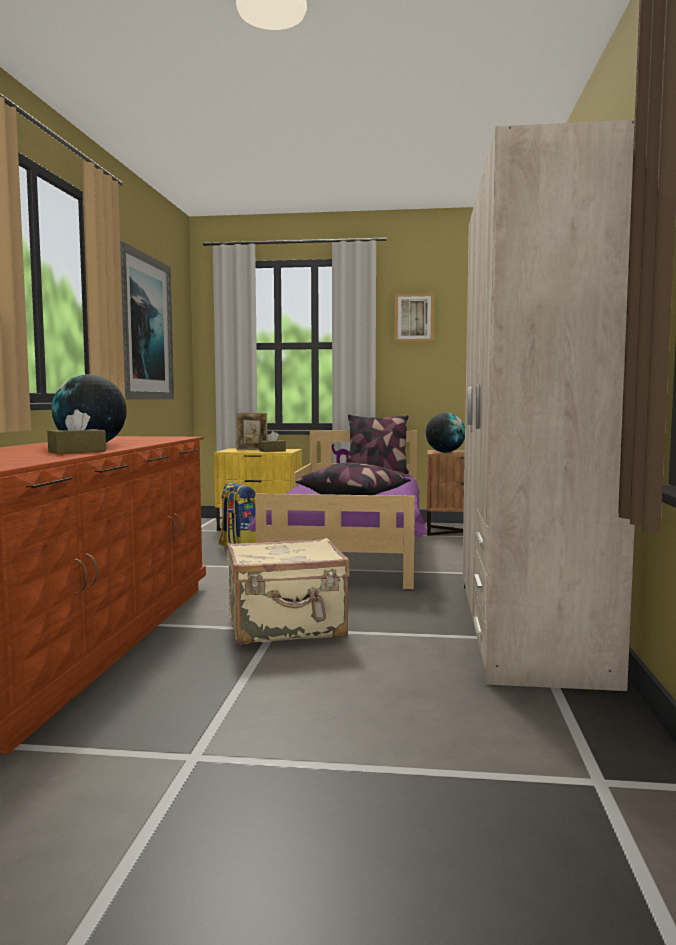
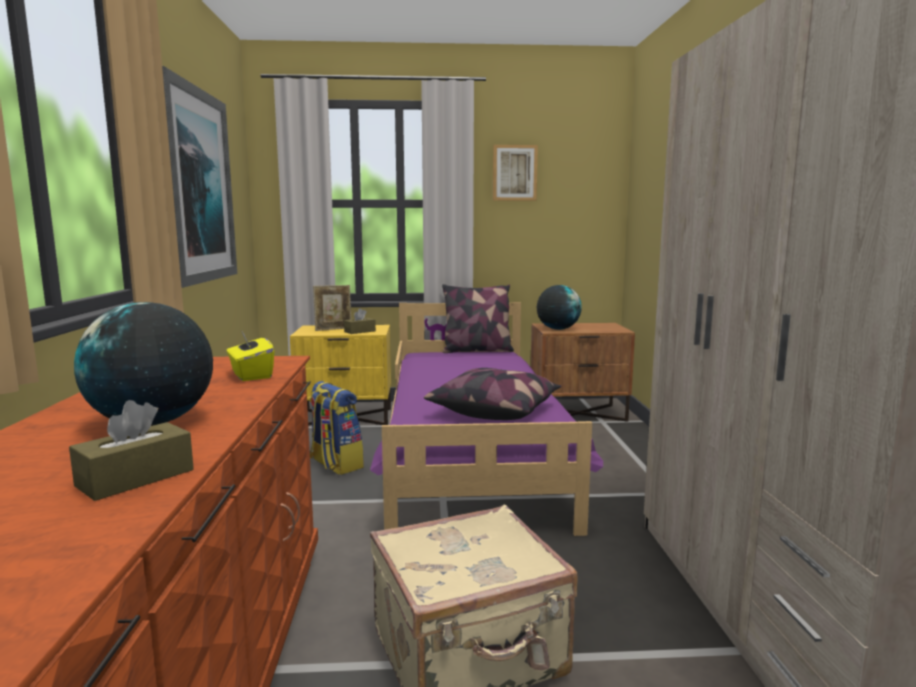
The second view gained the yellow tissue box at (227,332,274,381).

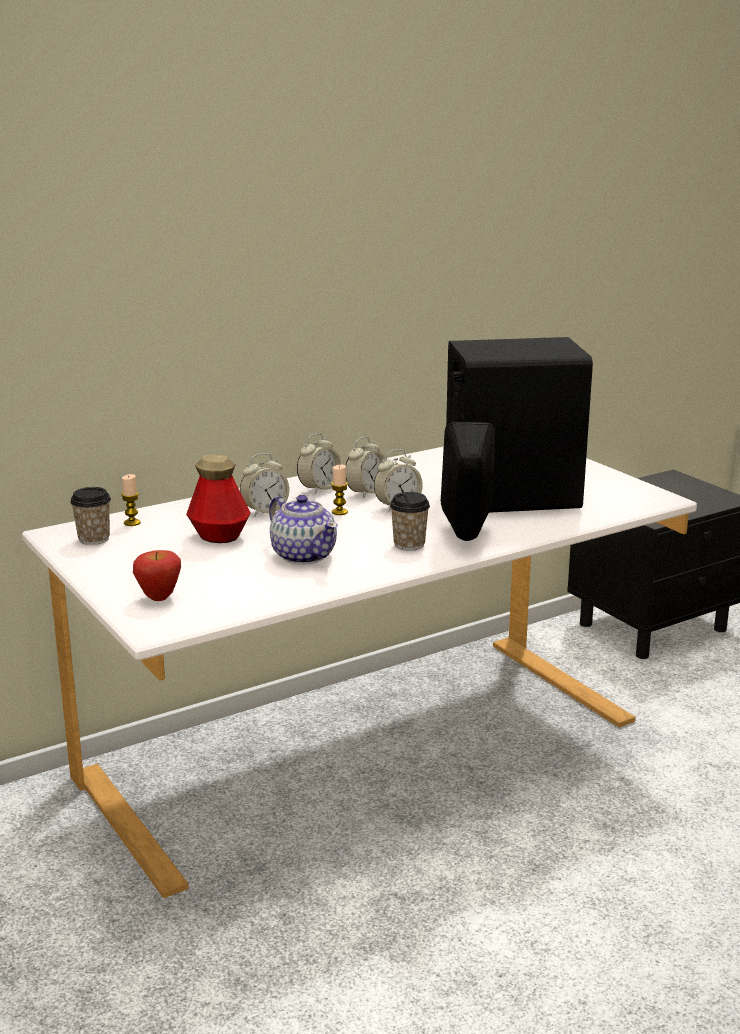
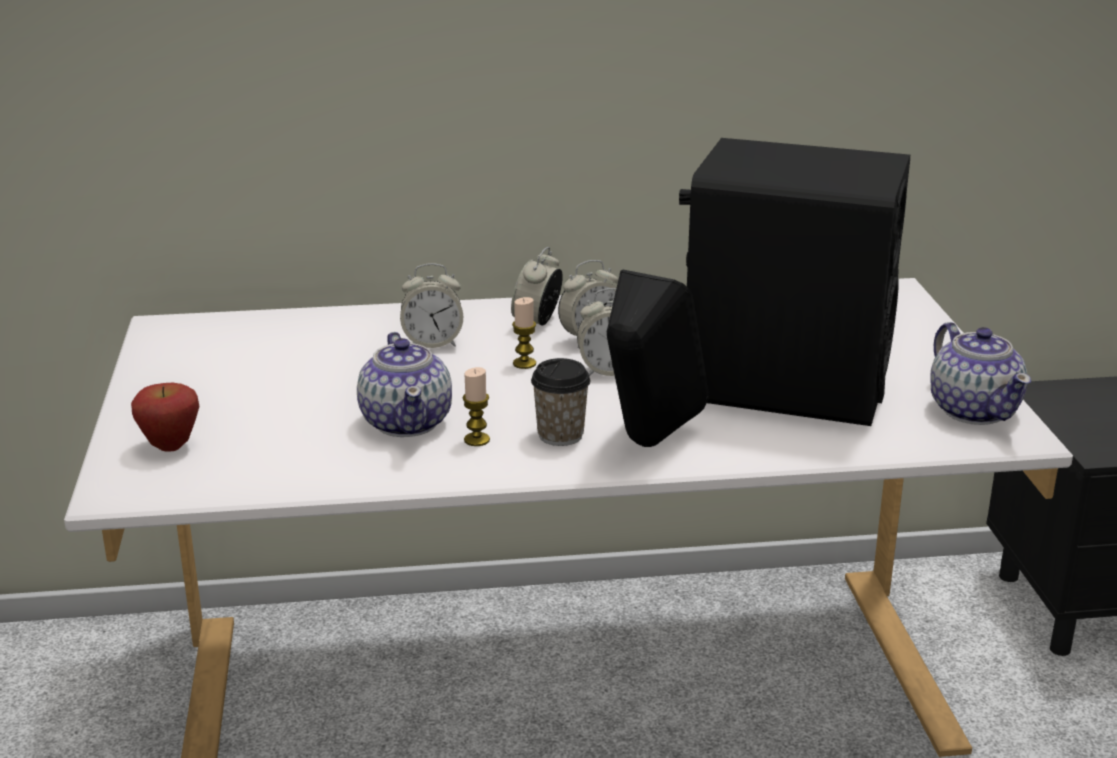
The second view lost the cup at (70,487,111,545).
The second view lost the bottle at (186,454,251,543).
The second view gained the teapot at (930,322,1031,425).
The candle ended up elsewhere, having gone from (121,474,141,526) to (462,367,490,446).
The alarm clock at (297,433,341,494) ended up facing another way, 135 degrees clockwise from before.

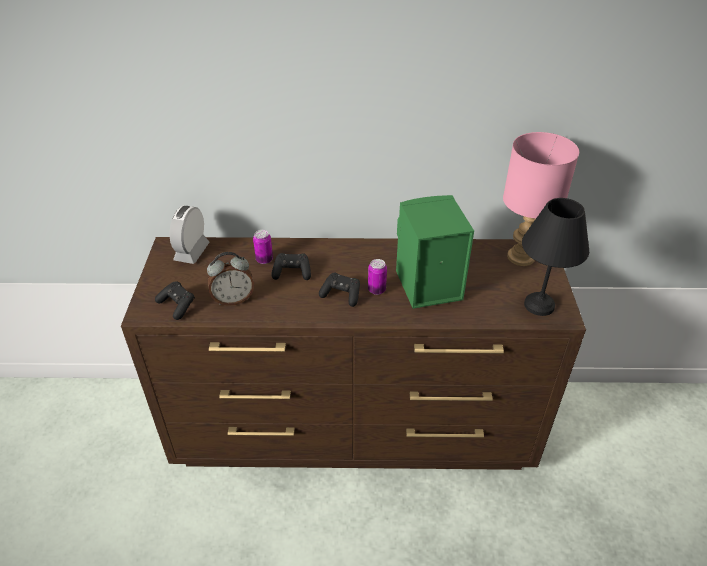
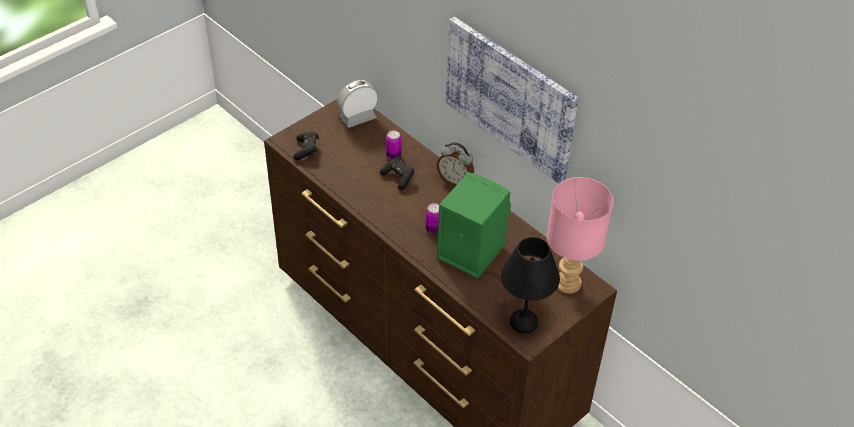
The second view lost the black game controller at (319,273,360,307).
The second view gained the picture at (446,17,578,183).
The alarm clock ended up elsewhere, having gone from (207,252,254,306) to (437,142,474,186).

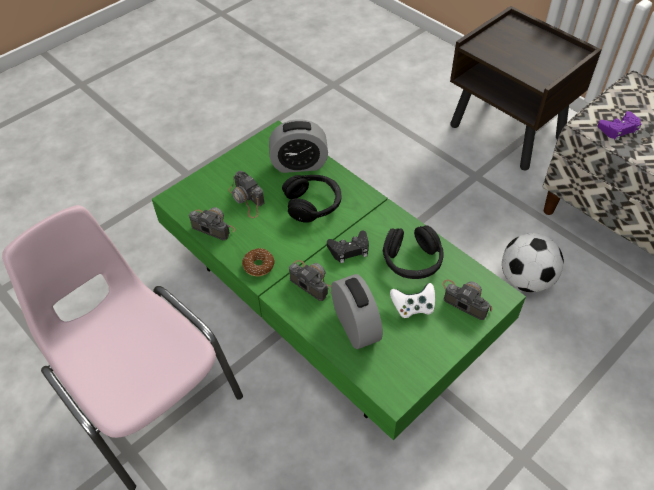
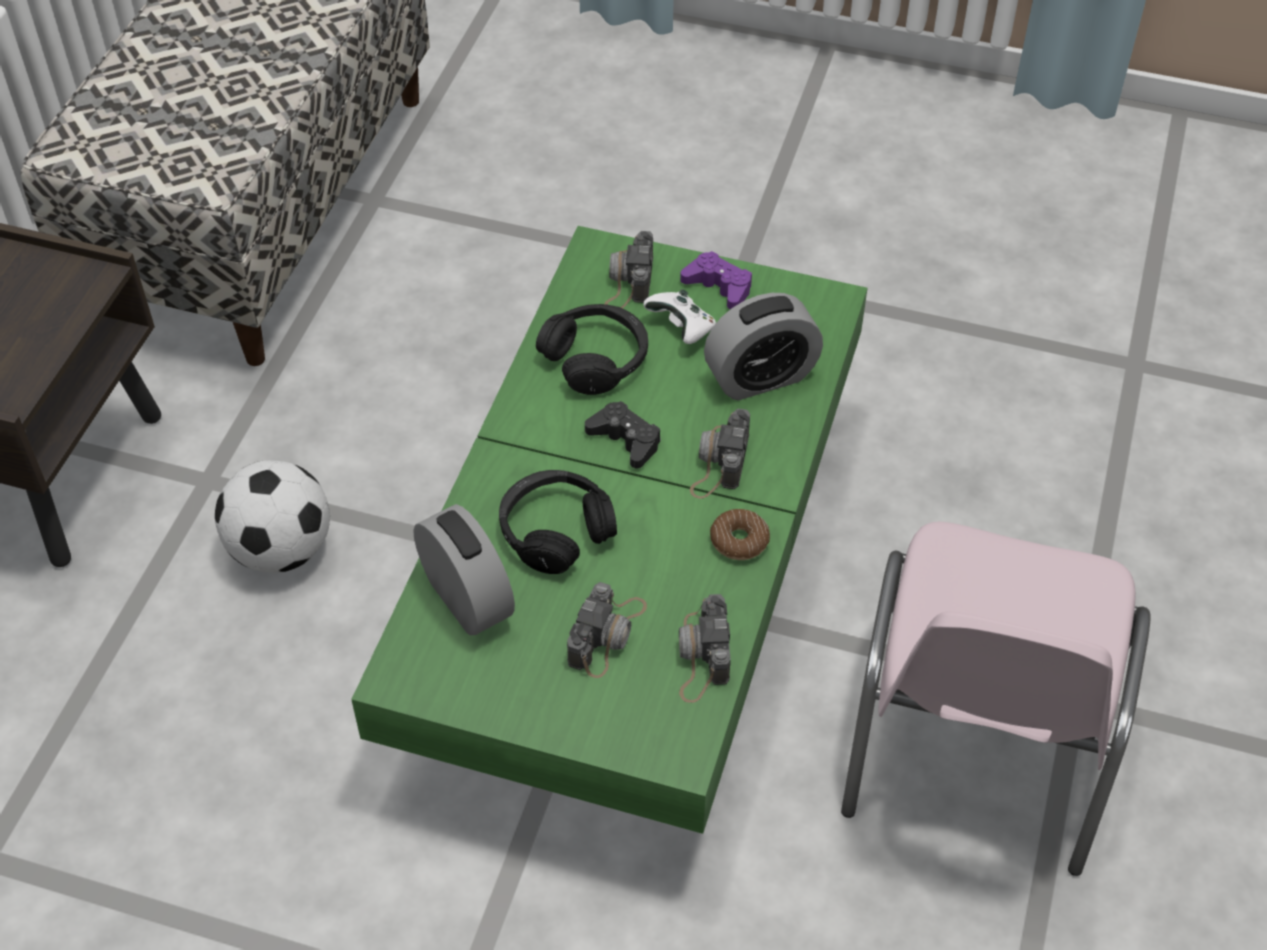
The football ended up elsewhere, having gone from (502,233,564,292) to (215,460,330,573).
The purple game controller ended up elsewhere, having gone from (598,111,641,141) to (680,251,752,309).
The alarm clock at (331,274,383,349) ended up facing another way, 150 degrees counterclockwise from before.

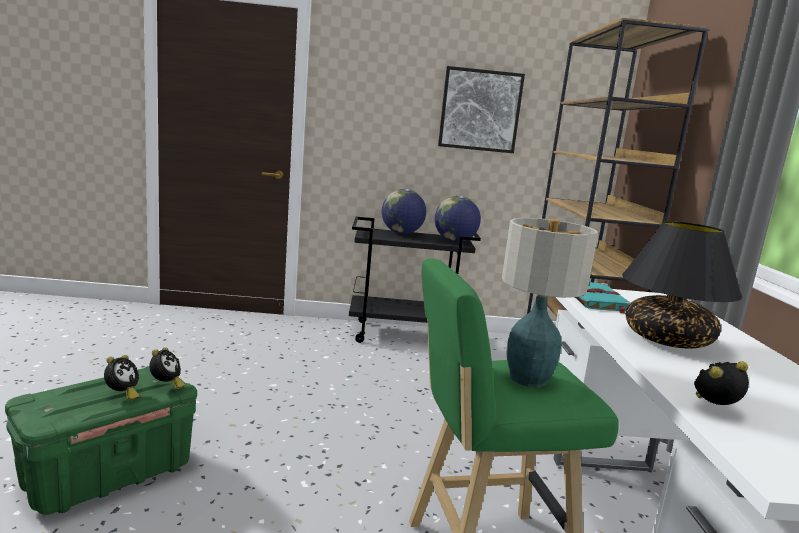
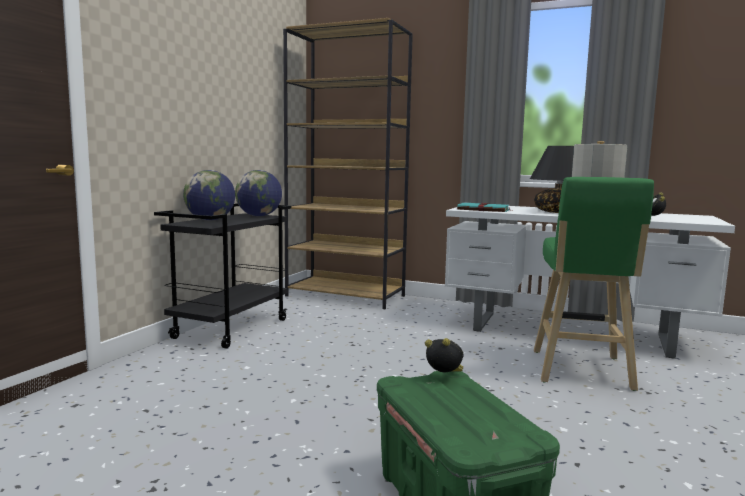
The second view lost the alarm clock at (104,355,140,401).
The second view lost the picture at (438,66,525,153).

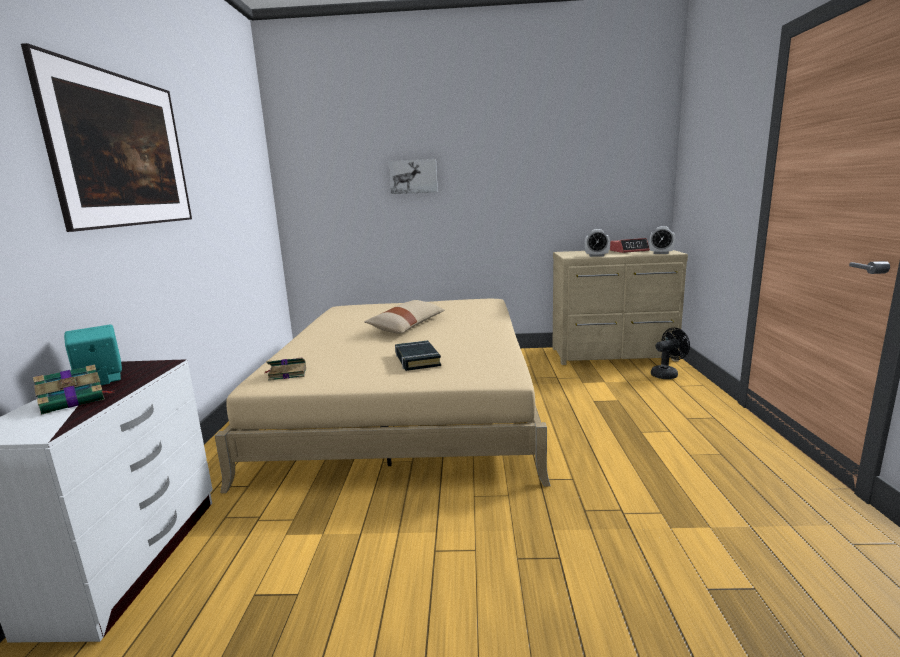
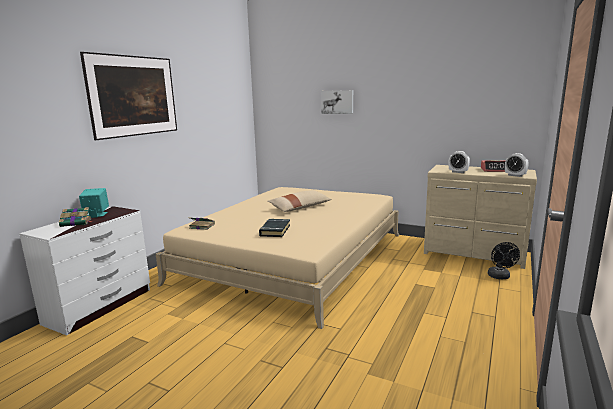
The black fan at (651,328,690,379) ended up facing another way, 90 degrees clockwise from before.

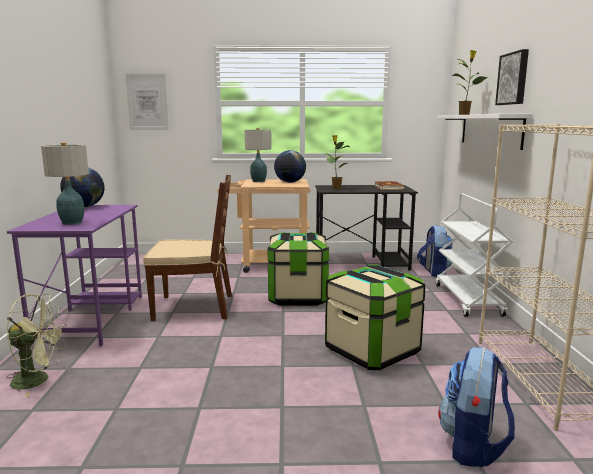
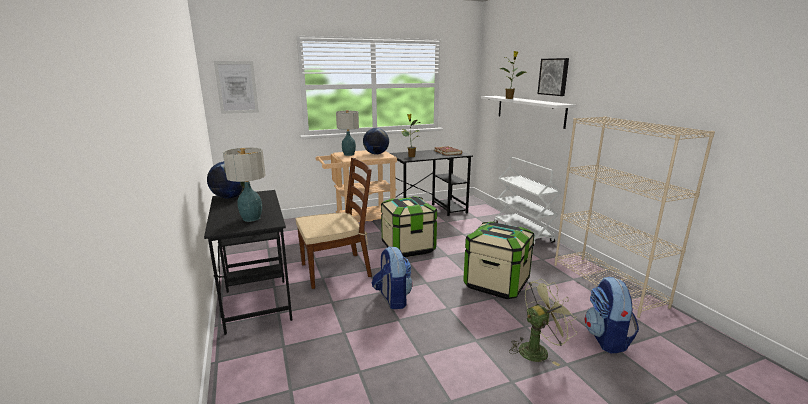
The green fan ended up elsewhere, having gone from (7,294,67,397) to (509,279,577,366).
The backpack ended up elsewhere, having gone from (417,225,452,277) to (372,246,413,309).
What was the purple desk at (7,205,142,347) turned into the black desk at (204,190,292,335).

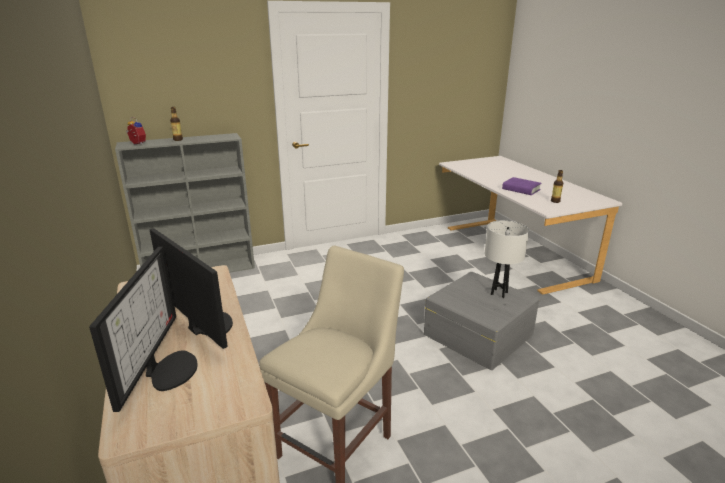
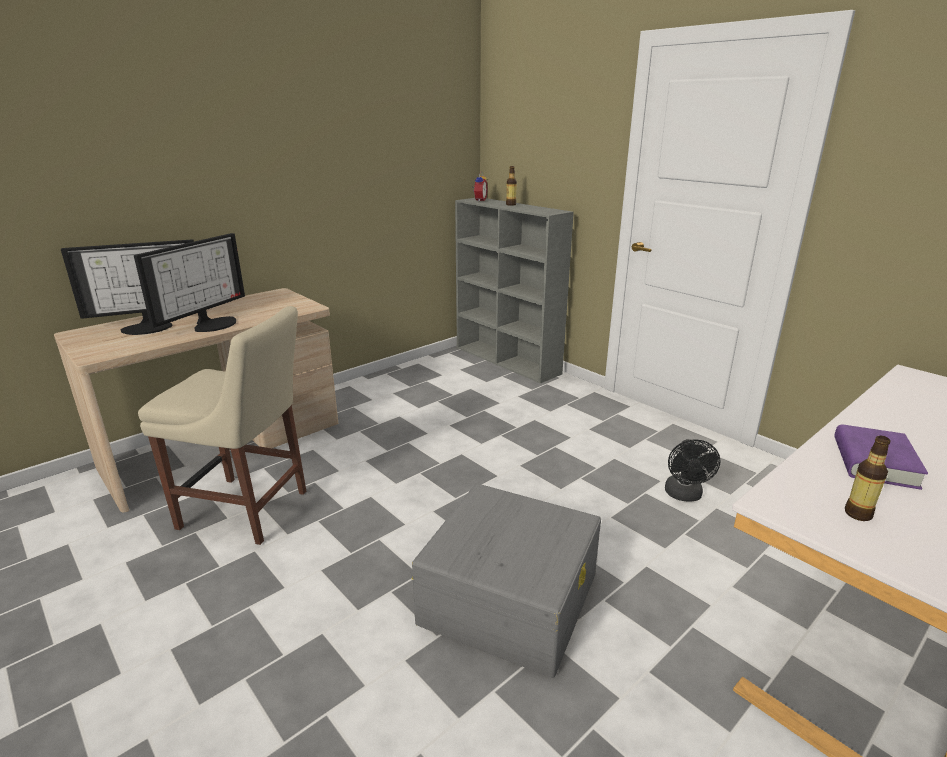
The second view lost the white table lamp at (485,220,529,298).
The second view gained the black fan at (665,439,720,502).

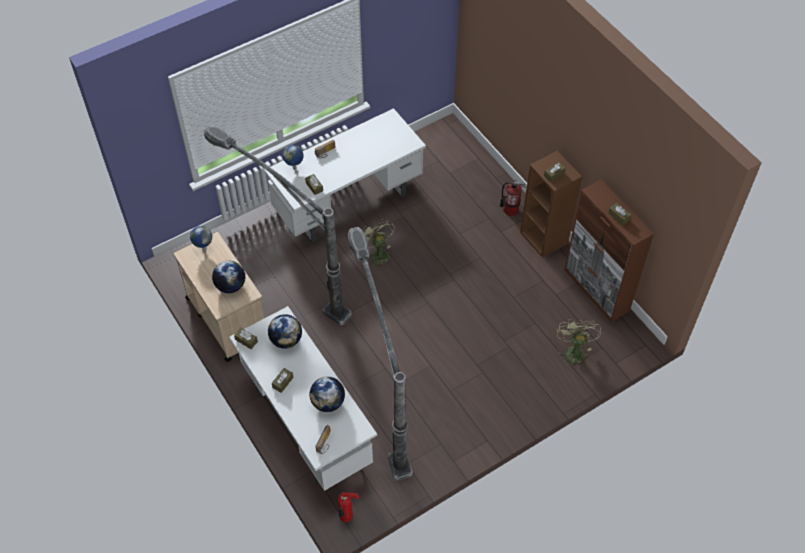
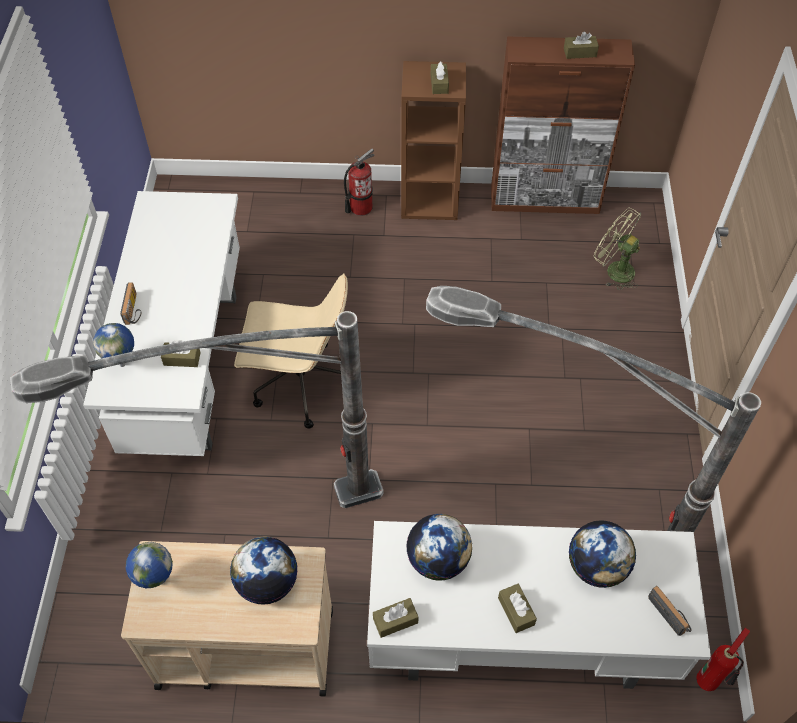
Where the green fan stood at (363,218,395,269), the beige office chair came to stand at (234,274,348,429).

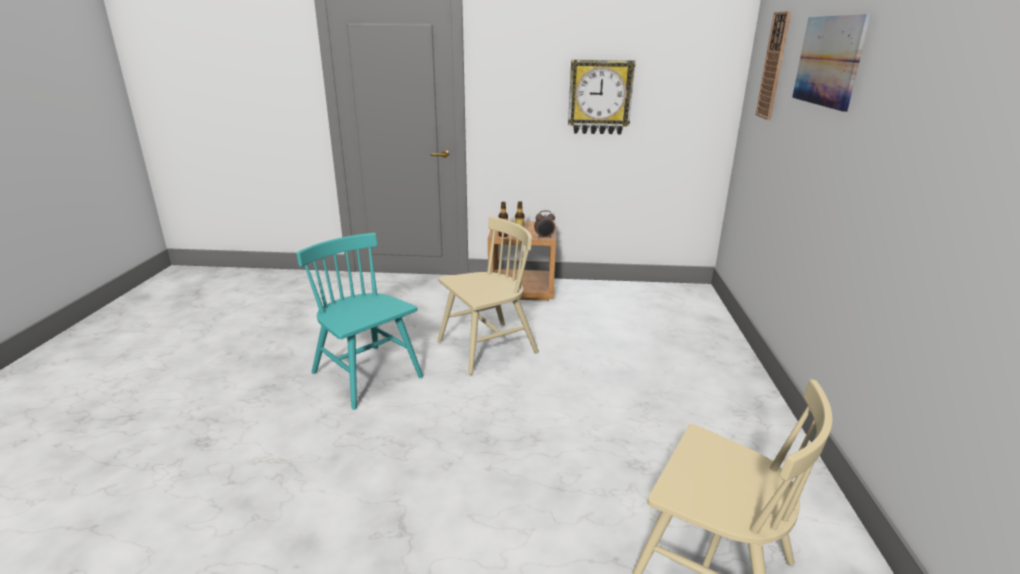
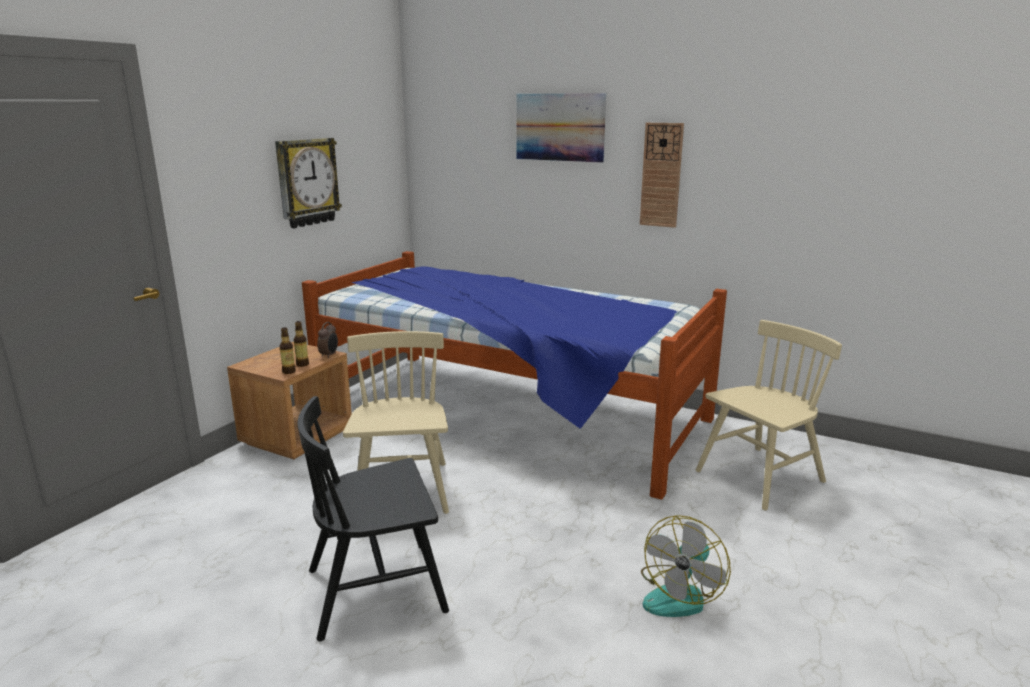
The second view gained the bed at (302,251,727,500).
The second view gained the fan at (641,515,731,617).
The wall clock ended up elsewhere, having gone from (756,11,791,120) to (640,123,684,228).
What was the turquoise chair at (297,233,423,410) turned into the black chair at (298,396,449,641).

